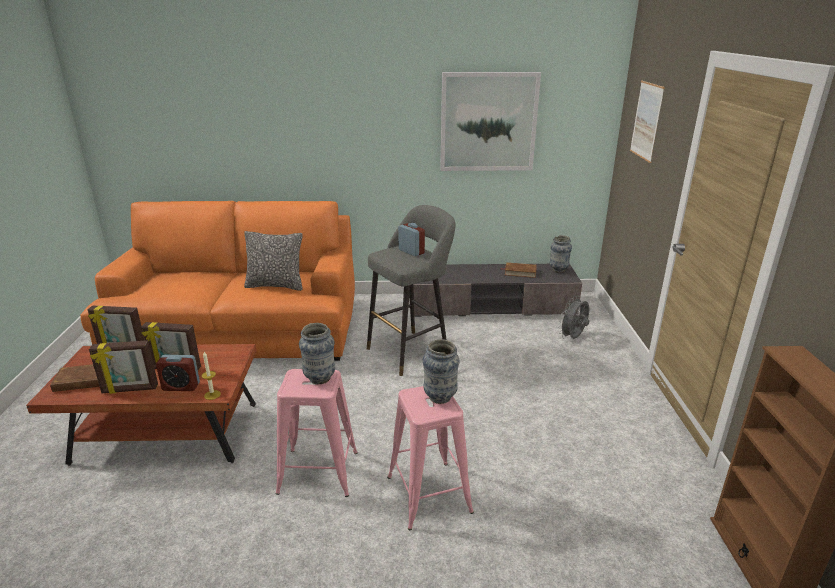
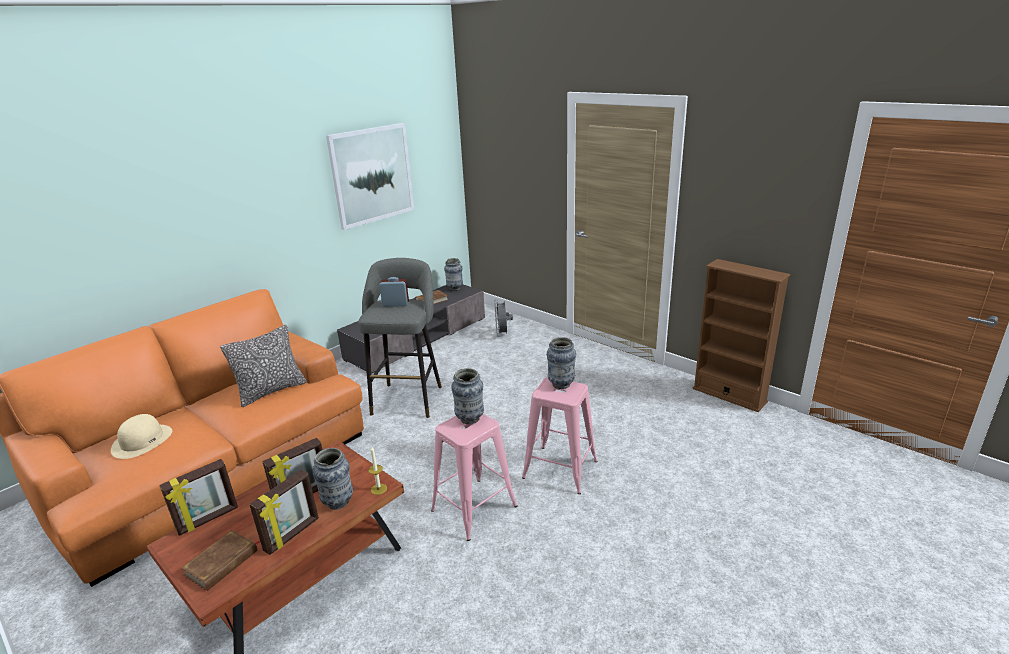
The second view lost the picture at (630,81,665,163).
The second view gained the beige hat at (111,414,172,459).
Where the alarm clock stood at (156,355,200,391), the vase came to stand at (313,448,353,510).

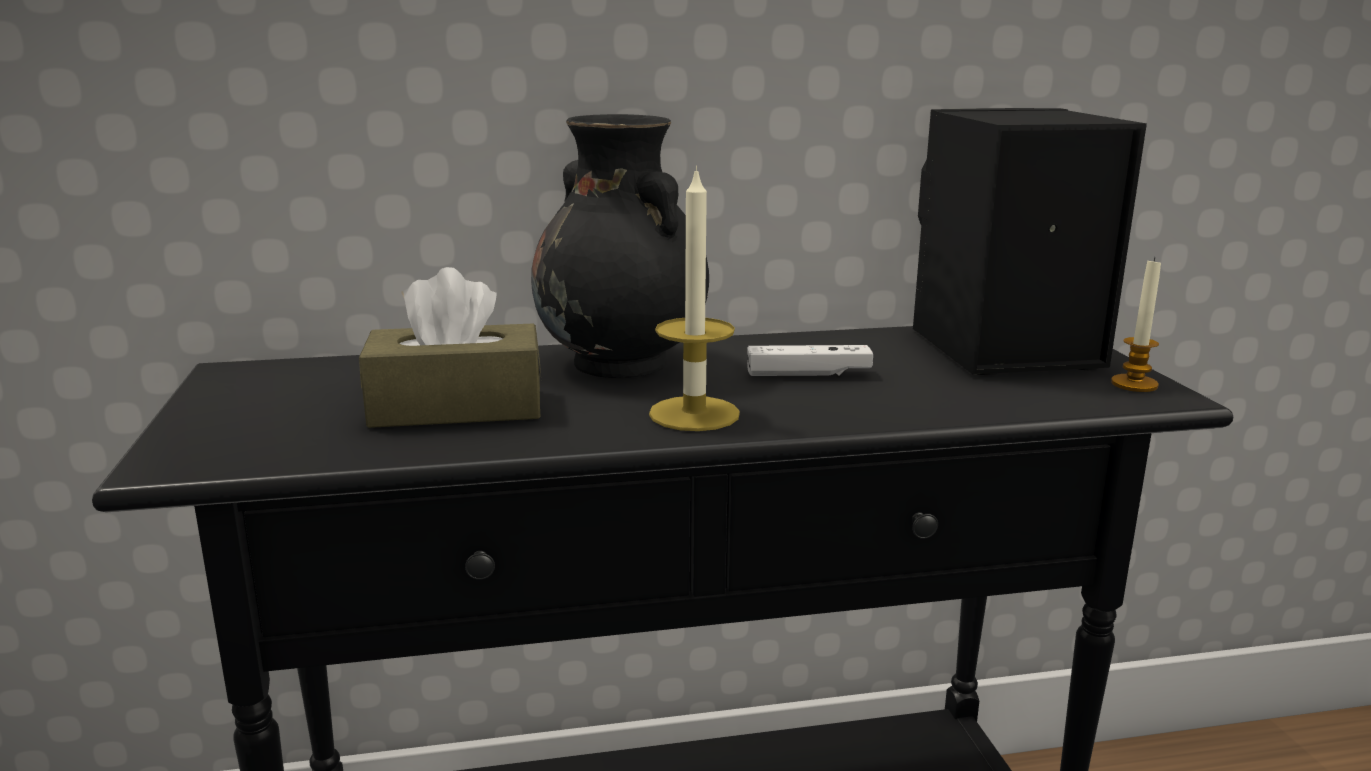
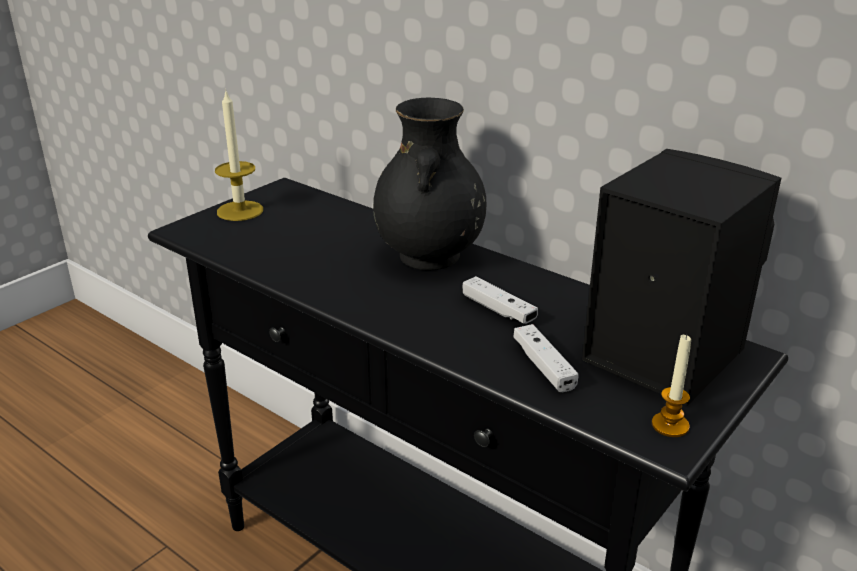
The second view lost the brown tissue box at (359,267,541,428).
The second view gained the white game controller at (513,324,579,392).
The candle ended up elsewhere, having gone from (649,166,740,431) to (215,91,263,221).

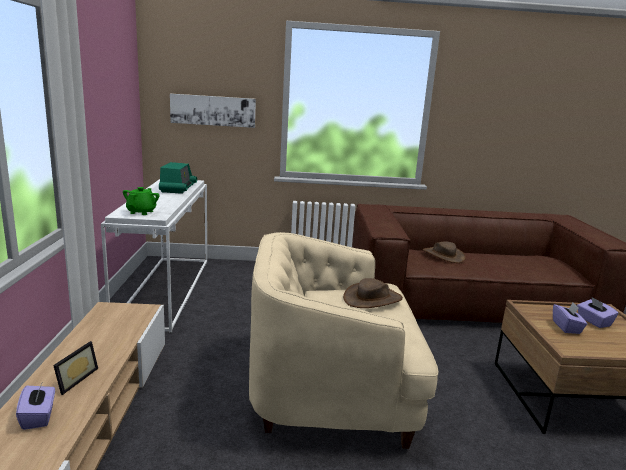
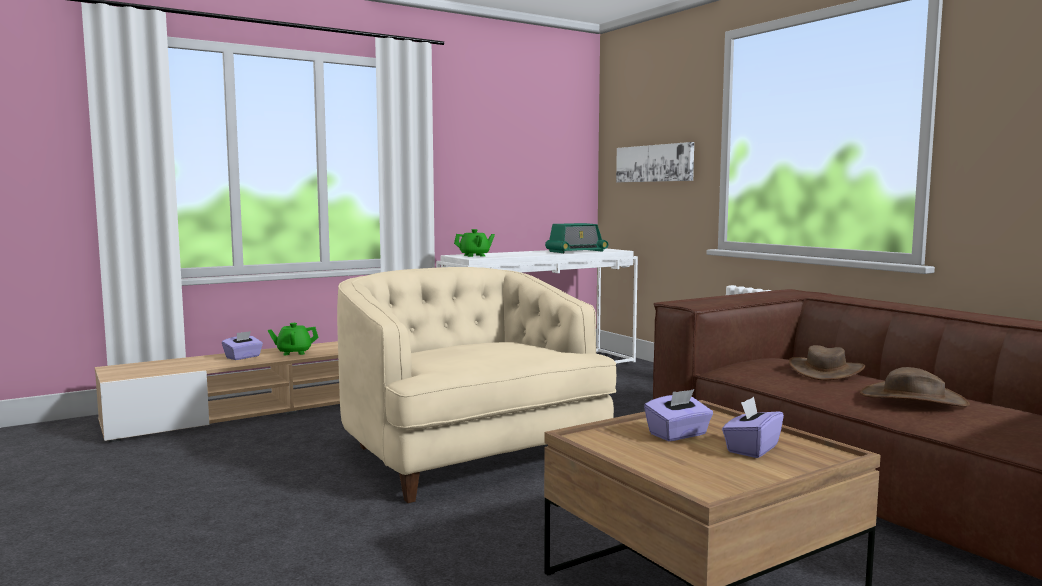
The brown hat ended up elsewhere, having gone from (343,278,403,308) to (860,367,970,407).
Where the picture frame stood at (53,341,98,395), the green teapot came to stand at (268,323,318,355).

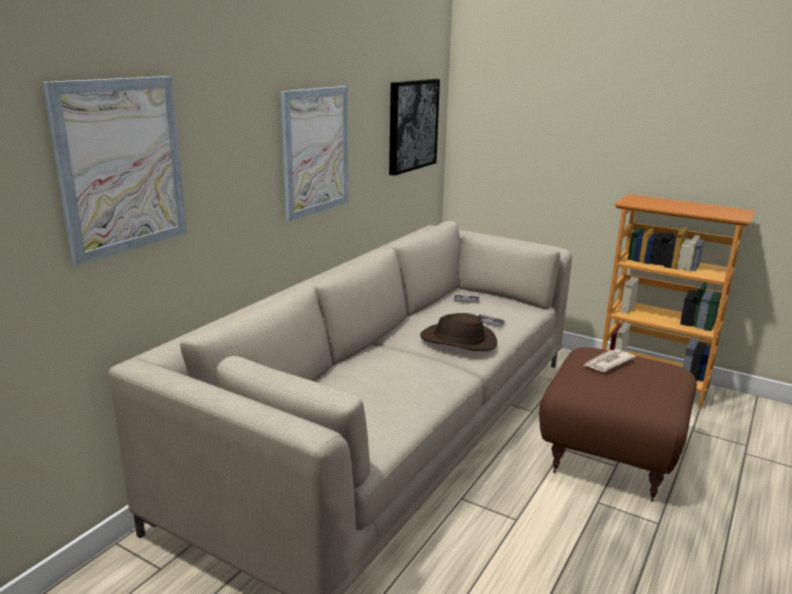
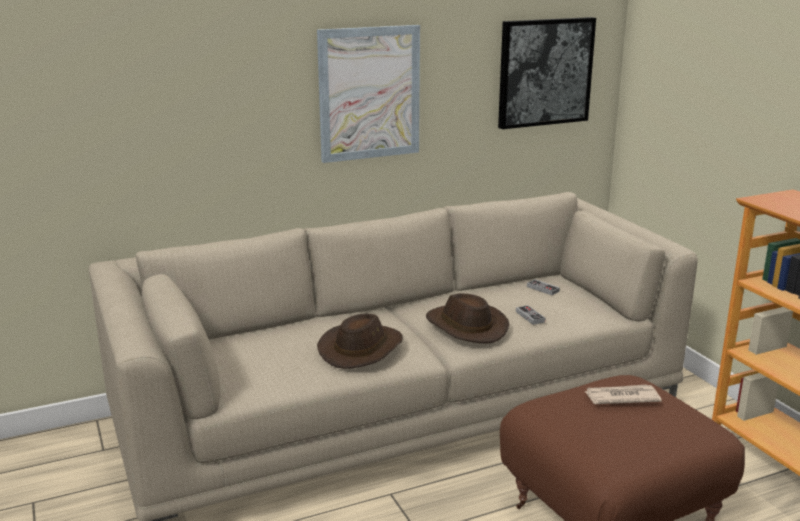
The second view lost the picture at (43,76,187,266).
The second view gained the brown hat at (317,313,403,369).

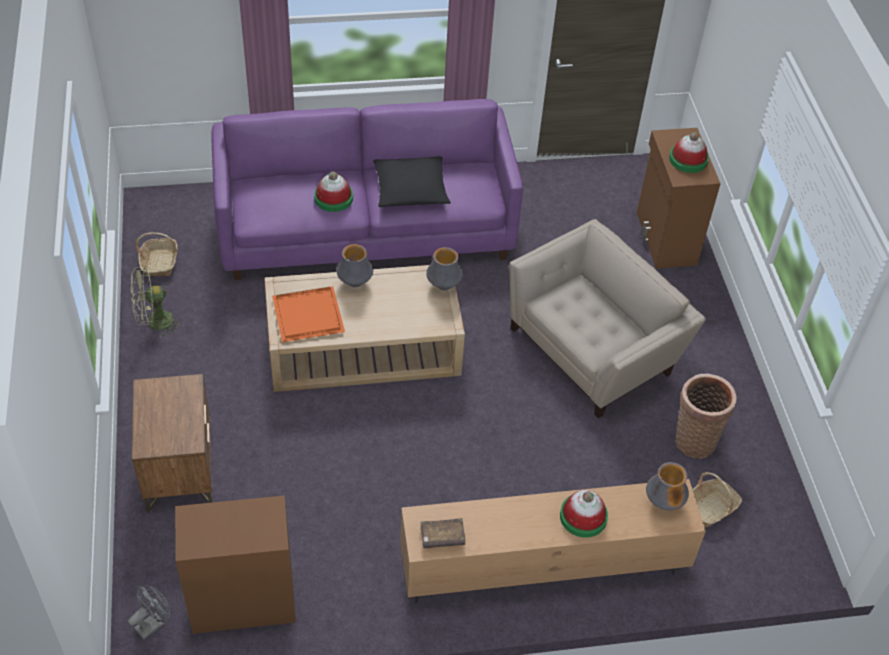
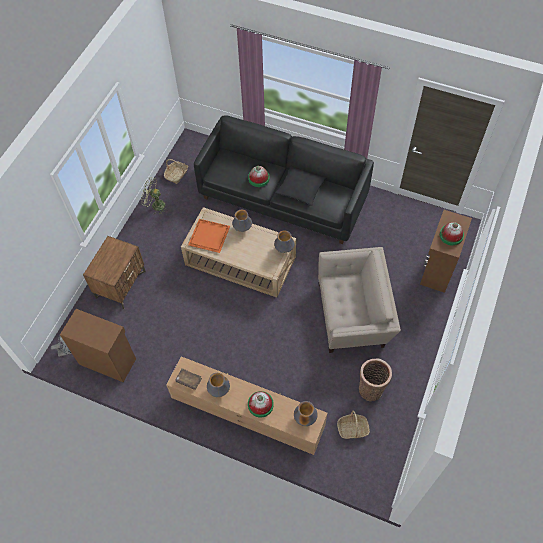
The second view gained the vase at (207,373,230,397).
What was the purple sofa at (211,99,523,280) turned into the black sofa at (194,115,374,244).

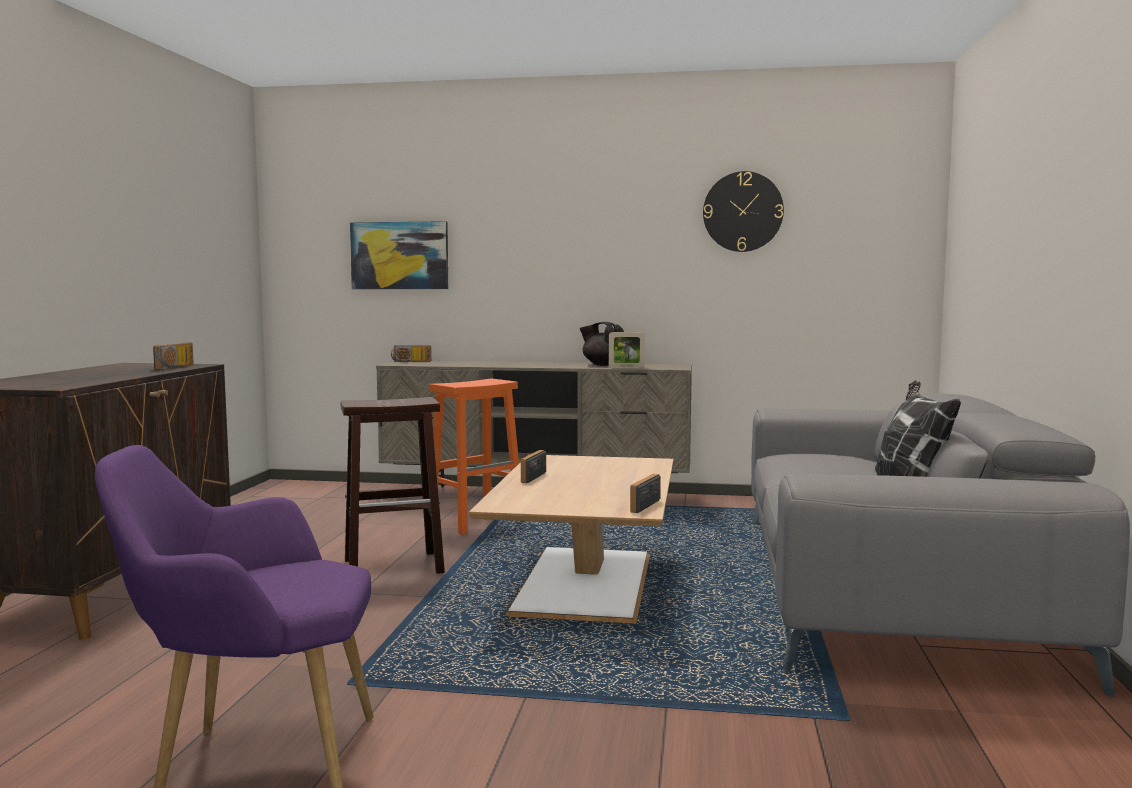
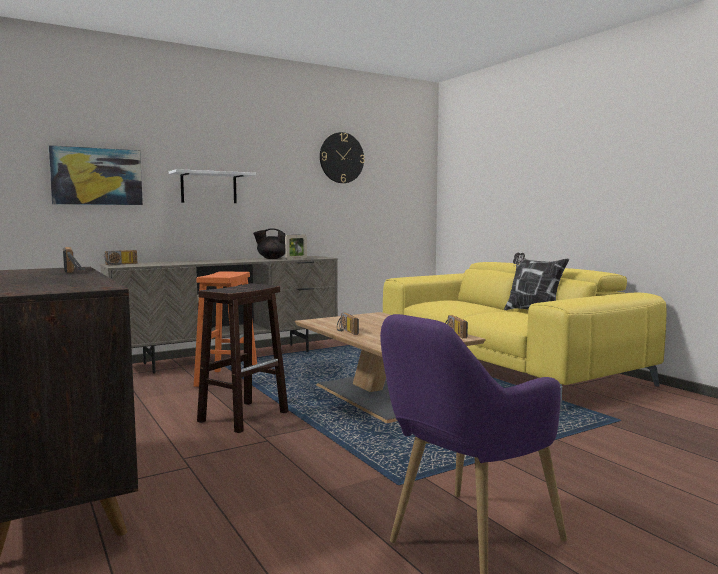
The second view gained the white shelf at (169,169,256,203).
What was the grey sofa at (751,393,1130,697) turned into the yellow sofa at (383,262,666,410).

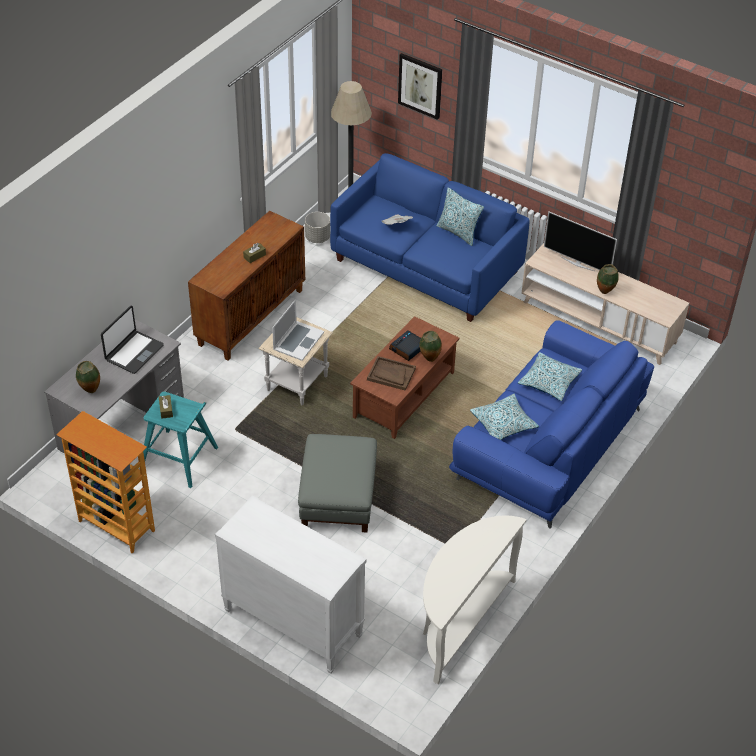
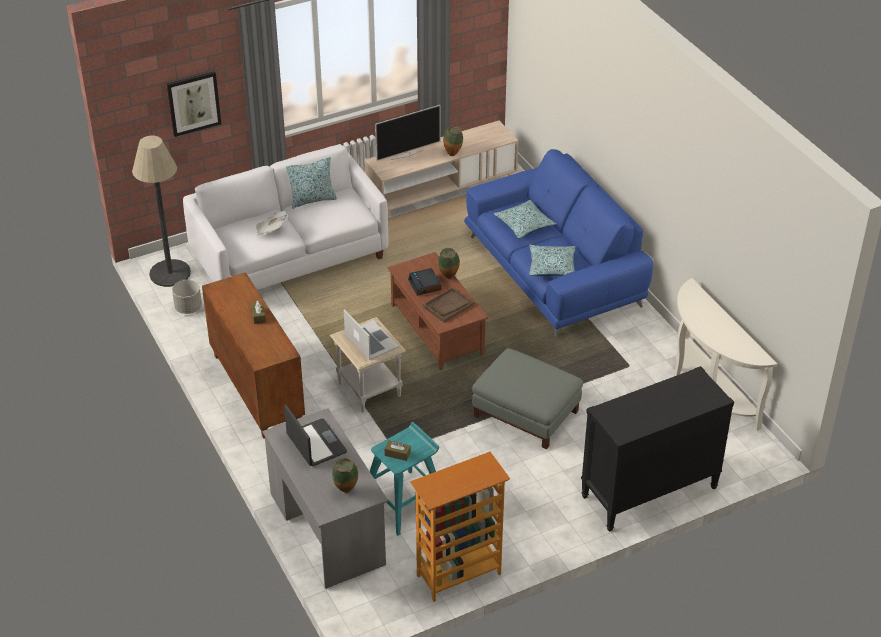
What was the white dresser at (215,495,366,674) turned into the black dresser at (581,366,734,532).
What was the blue sofa at (330,153,530,322) turned into the white sofa at (183,145,389,290).

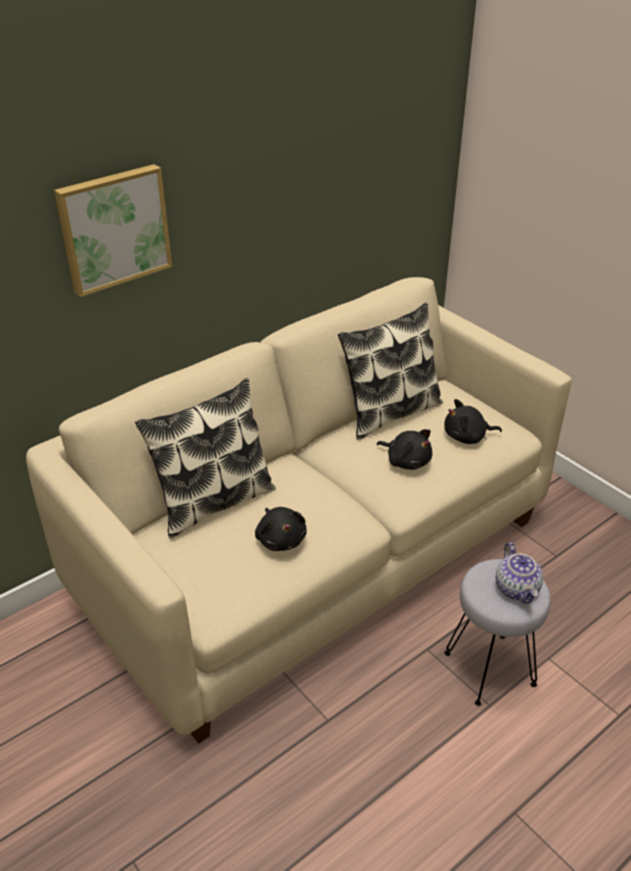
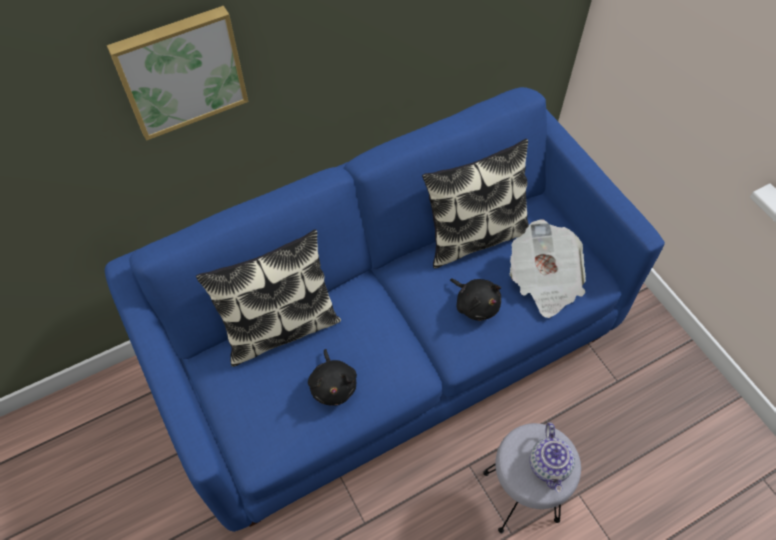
Where the black plush toy stood at (444,399,502,444), the newspaper came to stand at (509,219,586,318).
What was the beige sofa at (26,277,571,744) turned into the blue sofa at (104,87,665,532).

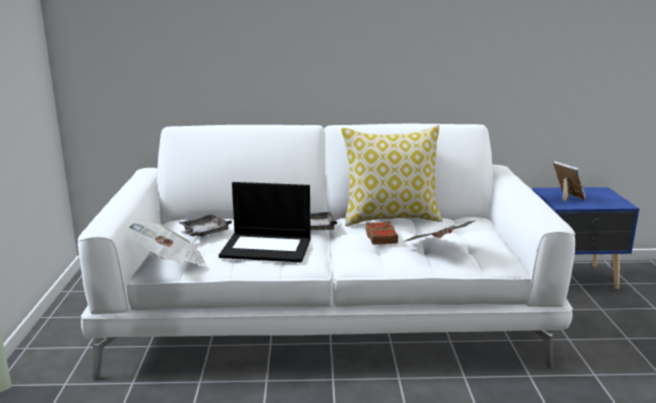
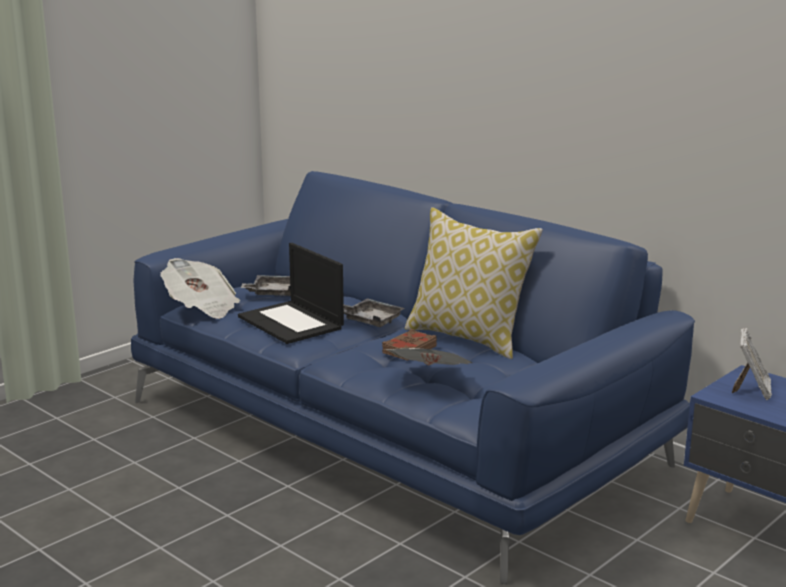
What was the white sofa at (78,124,575,380) turned into the blue sofa at (131,171,695,584).

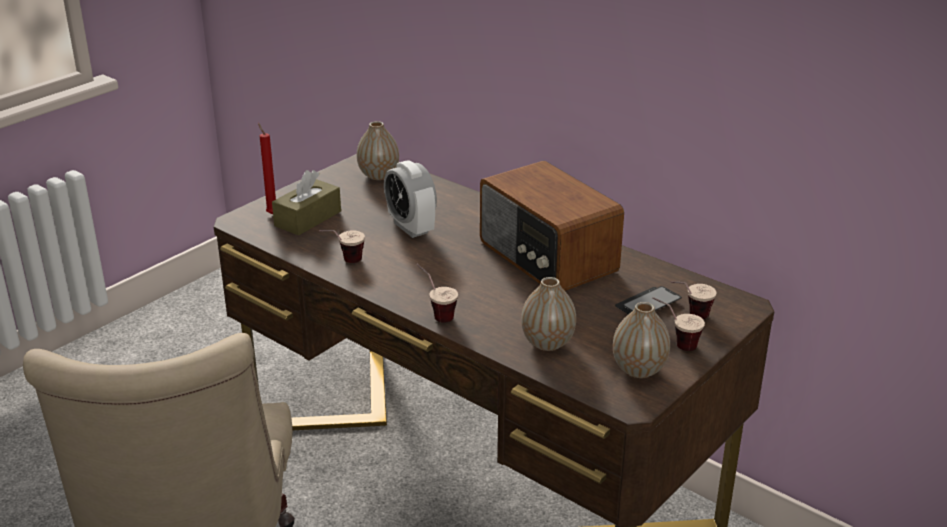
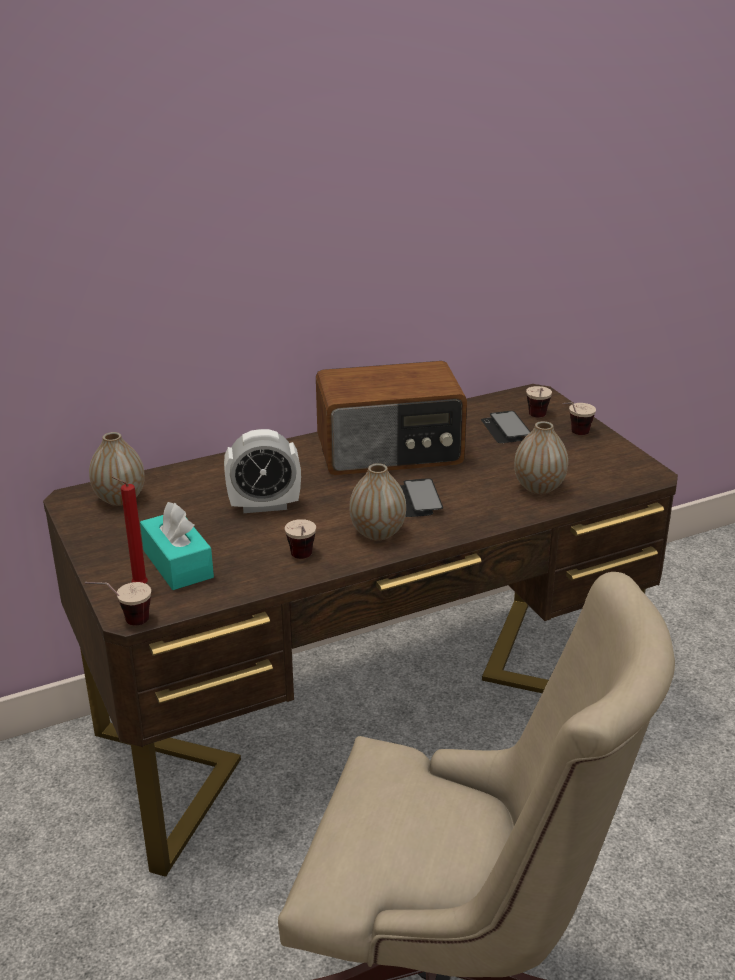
The second view gained the phone at (400,478,443,517).
The cup ended up elsewhere, having gone from (416,264,458,322) to (85,582,151,626).
The vase ended up elsewhere, having gone from (613,302,670,378) to (349,463,406,540).
What was the brown tissue box at (272,170,341,236) turned into the turquoise tissue box at (140,502,214,590).

